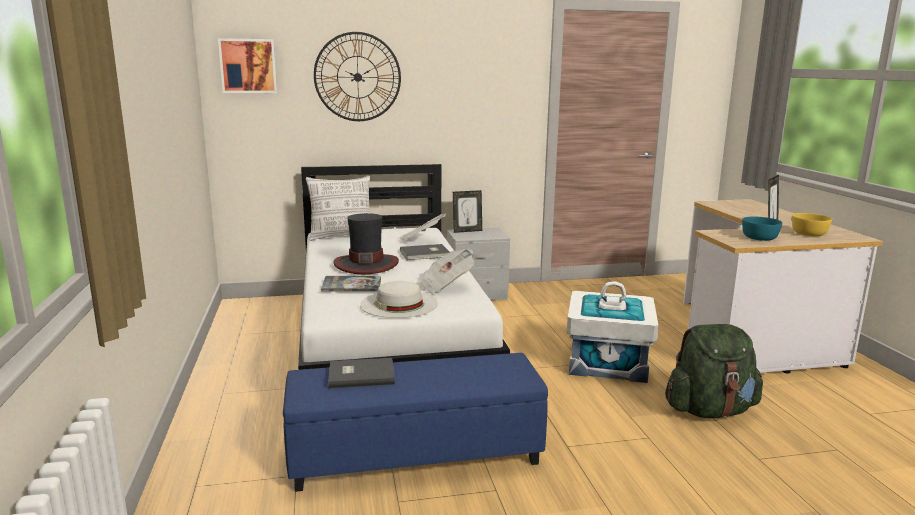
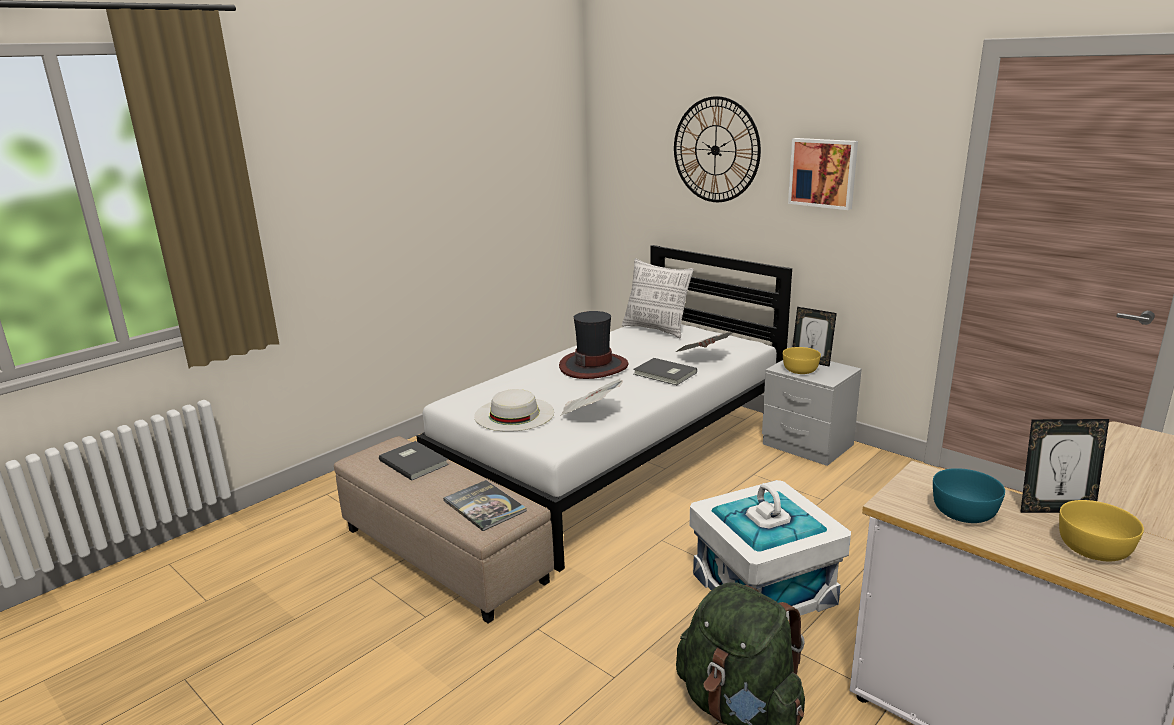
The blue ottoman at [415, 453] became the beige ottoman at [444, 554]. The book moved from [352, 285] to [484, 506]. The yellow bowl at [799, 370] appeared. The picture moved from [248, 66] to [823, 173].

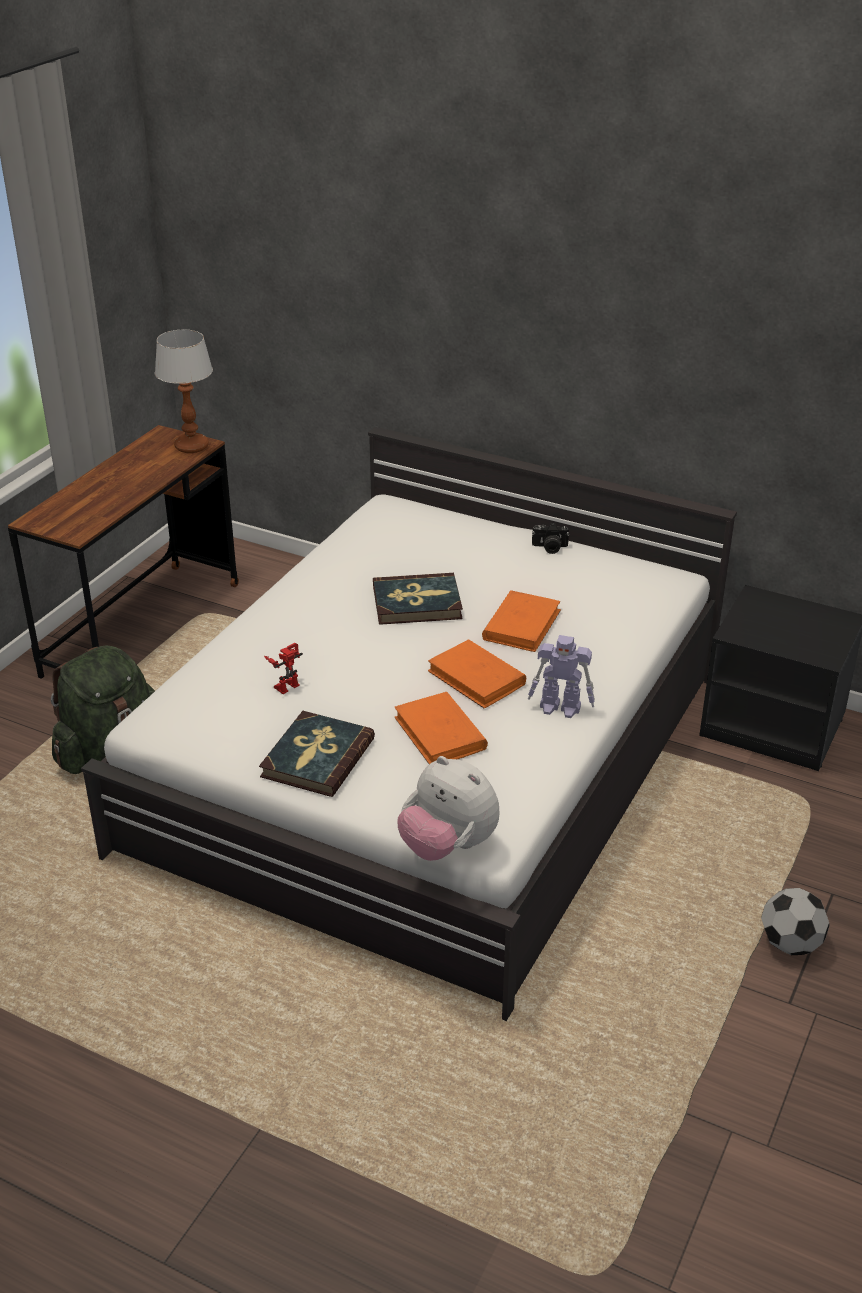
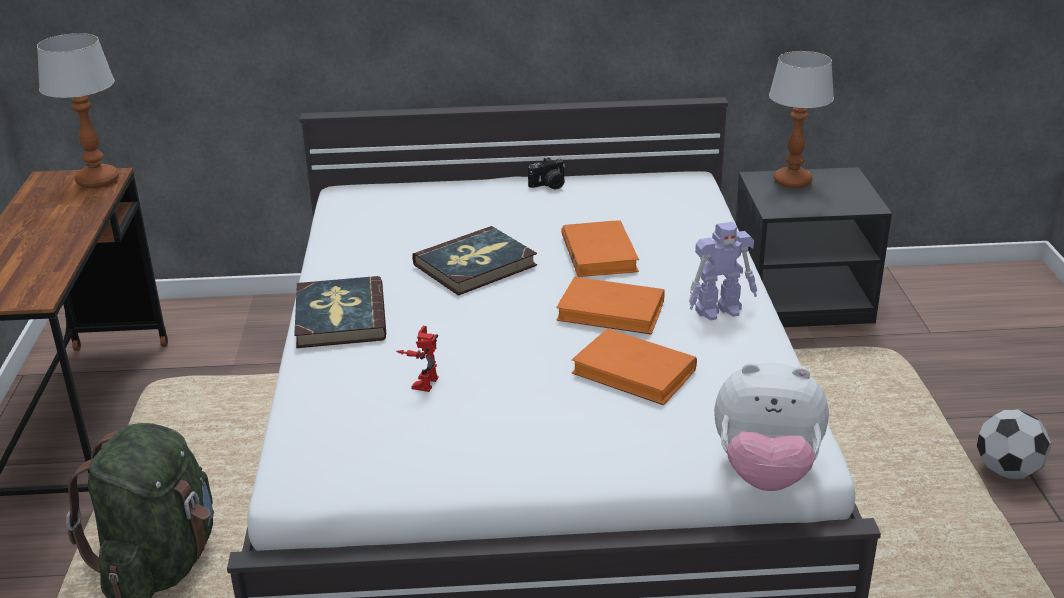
The book moved from [317, 758] to [339, 317]. The table lamp at [792, 182] appeared.

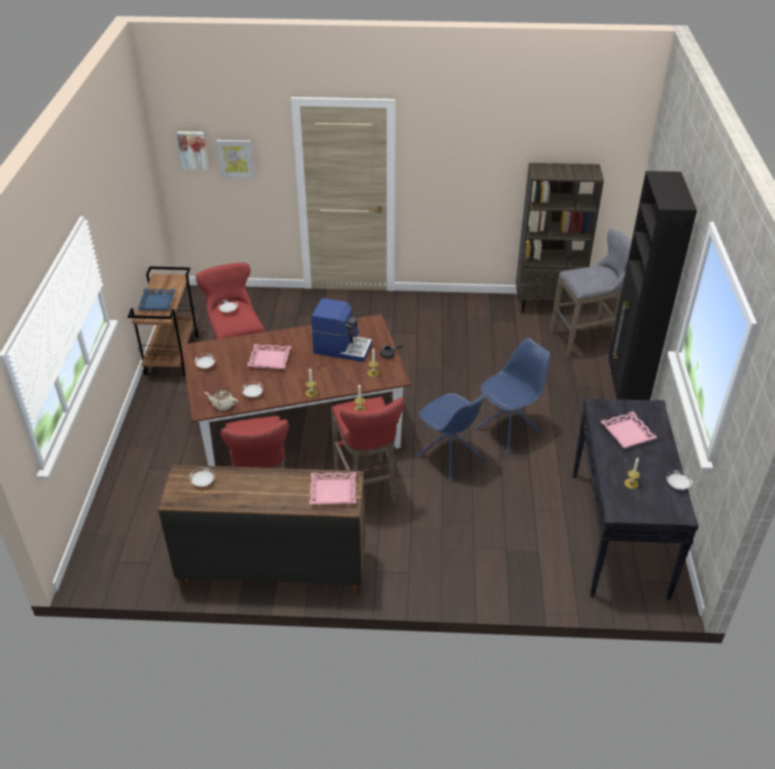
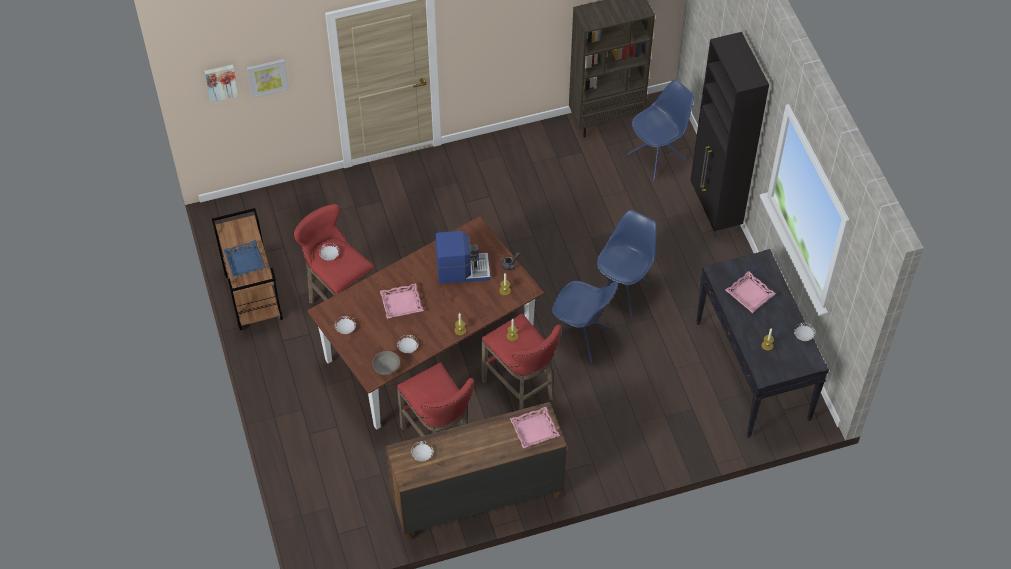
The beige teapot at [222, 405] was replaced by the grey bowl at [387, 368]. The grey stool at [585, 340] was replaced by the blue chair at [658, 157].

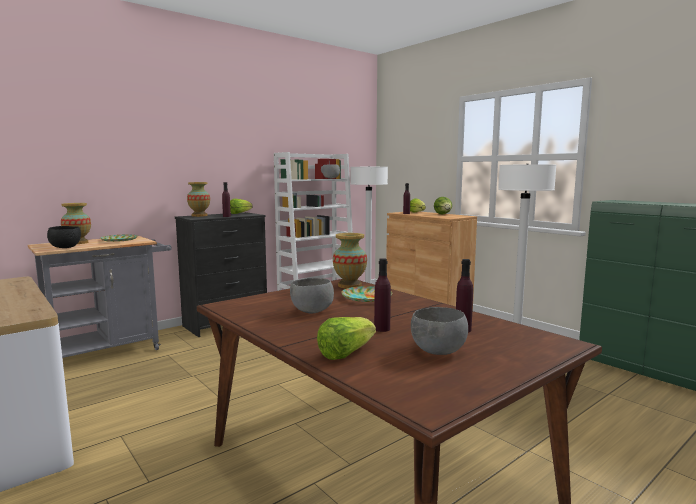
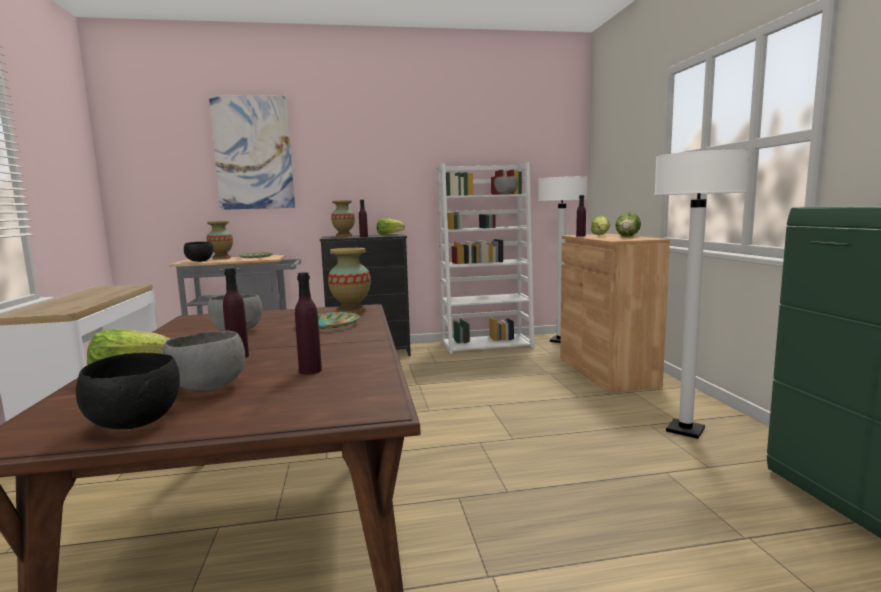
The black bowl at [137, 423] appeared. The picture at [253, 153] appeared.

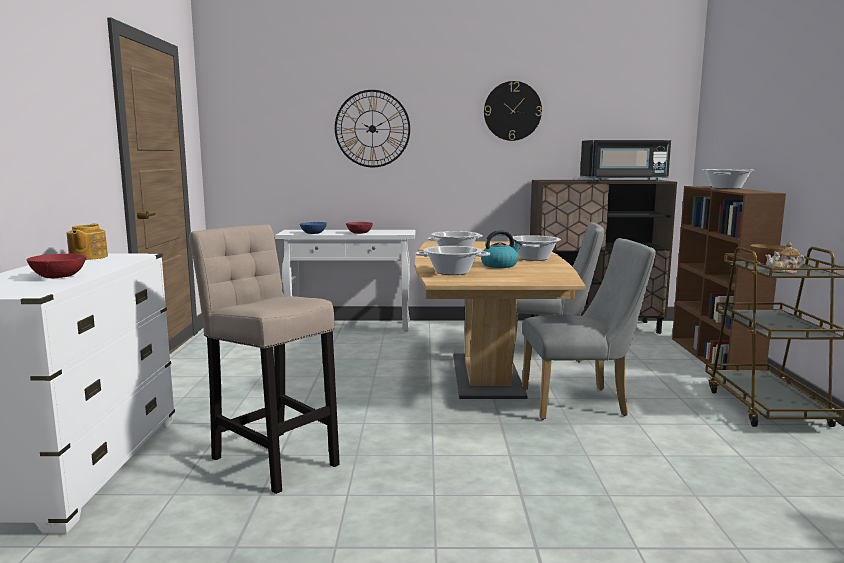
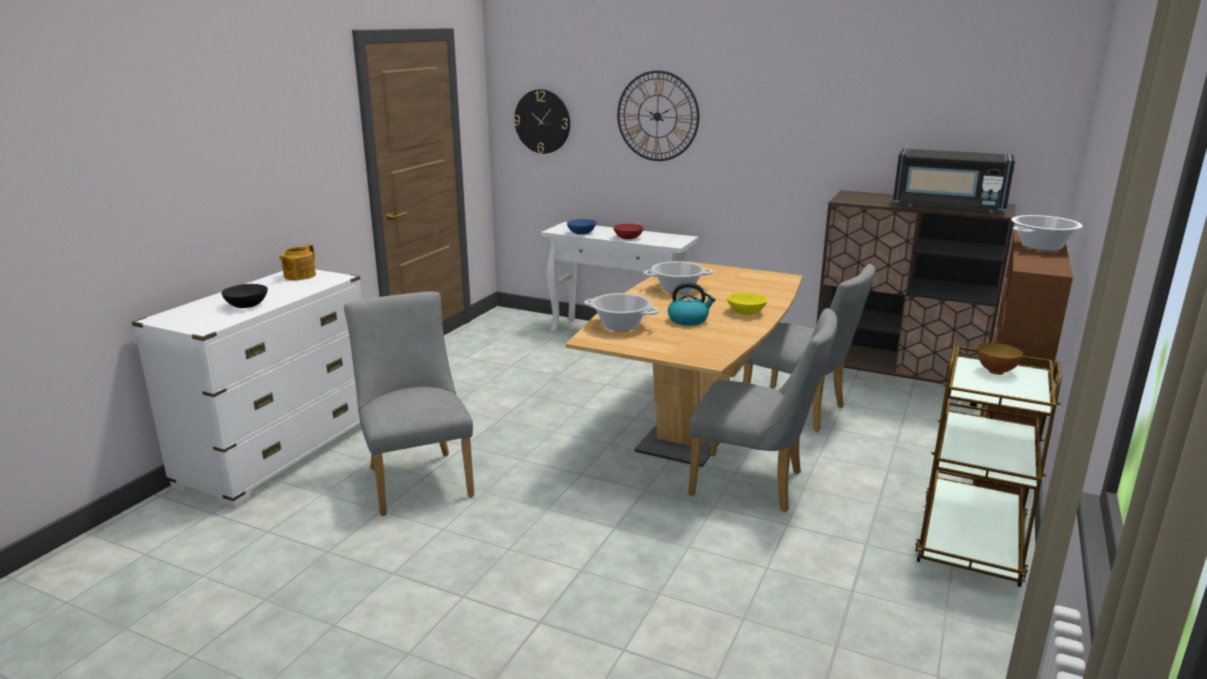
The red bowl at [58, 276] became the black bowl at [246, 305]. The beige stool at [272, 458] was replaced by the grey chair at [417, 478]. The wall clock moved from [512, 111] to [542, 121]. The cooking pot at [533, 258] was replaced by the yellow bowl at [746, 312]. The teapot at [783, 272] disappeared.

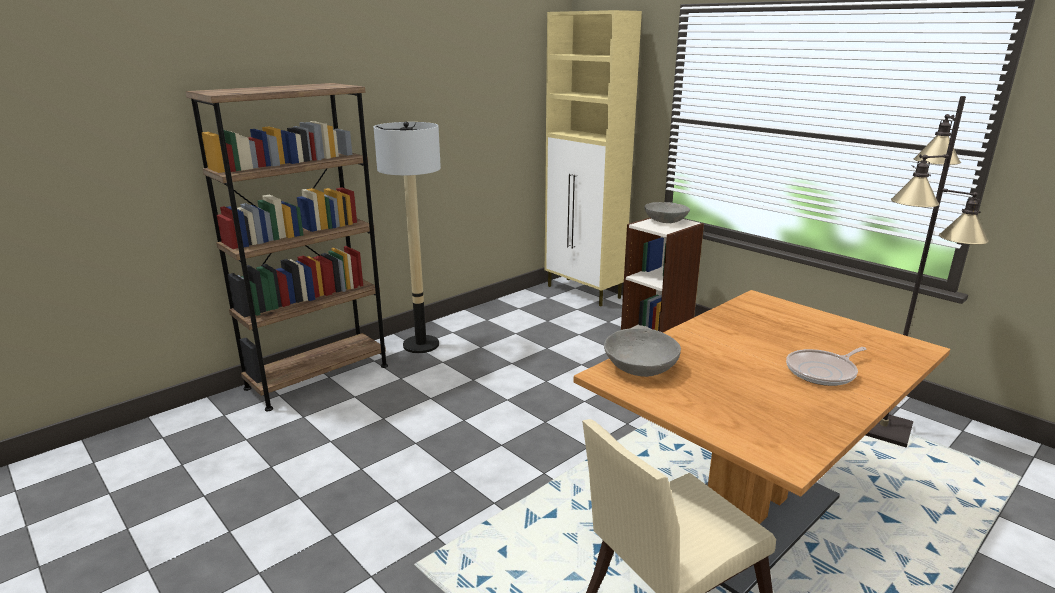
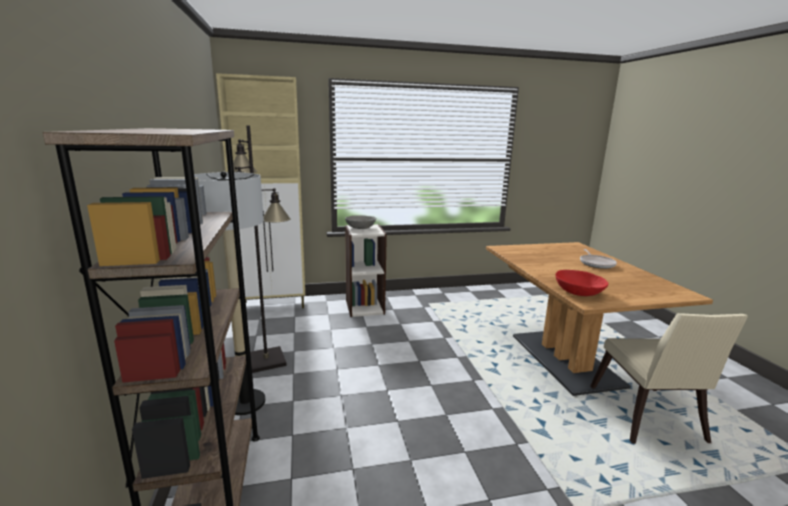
The black floor lamp moved from [883, 429] to [266, 360]. The grey bowl at [640, 367] became the red bowl at [578, 292].

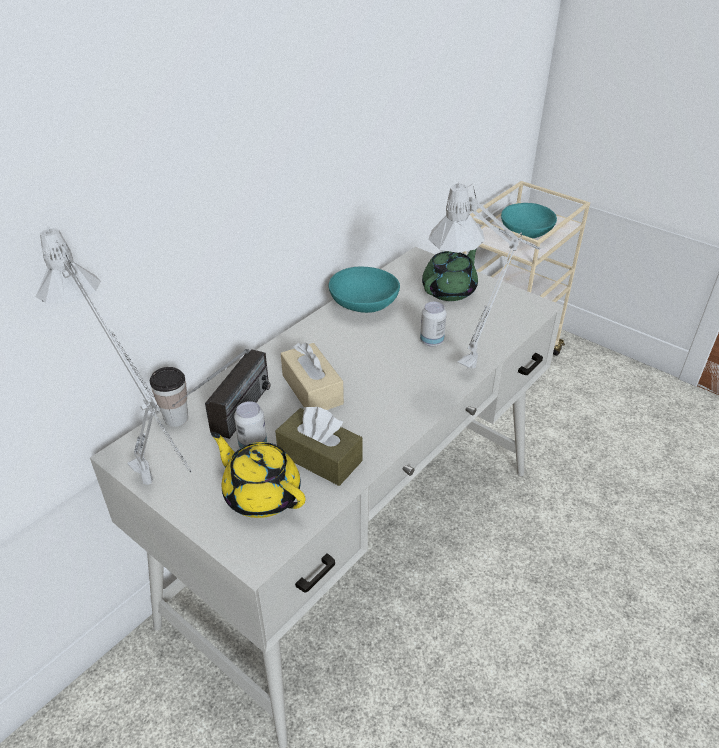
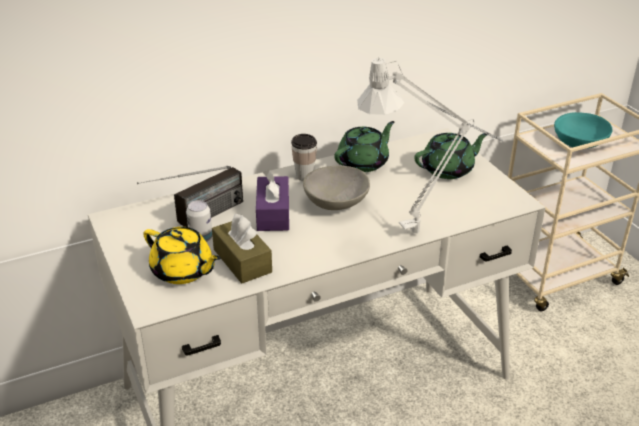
The yellow teapot at [261, 494] turned 150 degrees clockwise. The beige tissue box at [312, 389] became the purple tissue box at [273, 213]. The cup moved from [176, 418] to [304, 176]. The grey bowl at [335, 202] appeared. The turquoise bowl at [363, 304] was replaced by the green teapot at [364, 163]. The grey table lamp at [156, 492] disappeared. The can at [431, 341] disappeared.

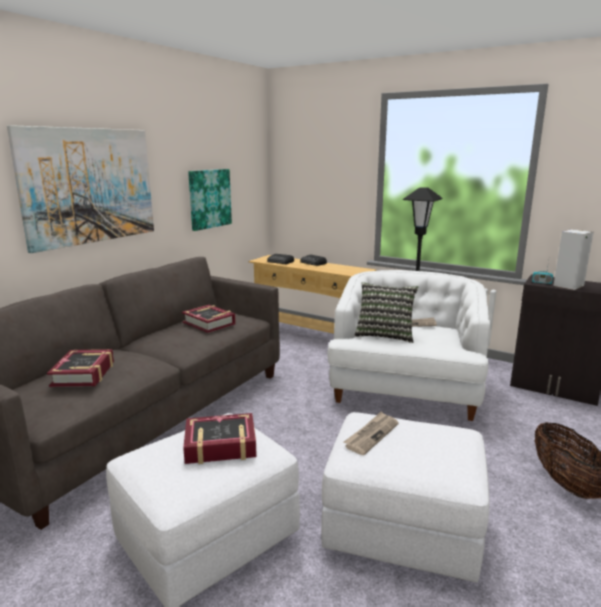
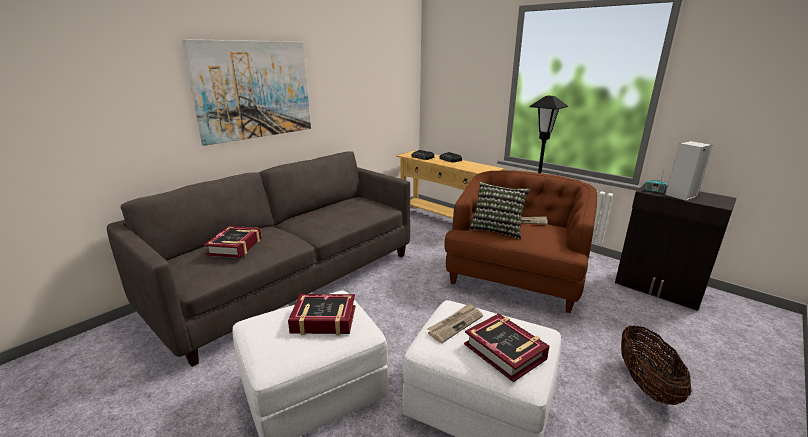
The white armchair at [405, 388] became the brown armchair at [515, 277]. The book moved from [209, 323] to [505, 351]. The picture at [209, 198] disappeared.

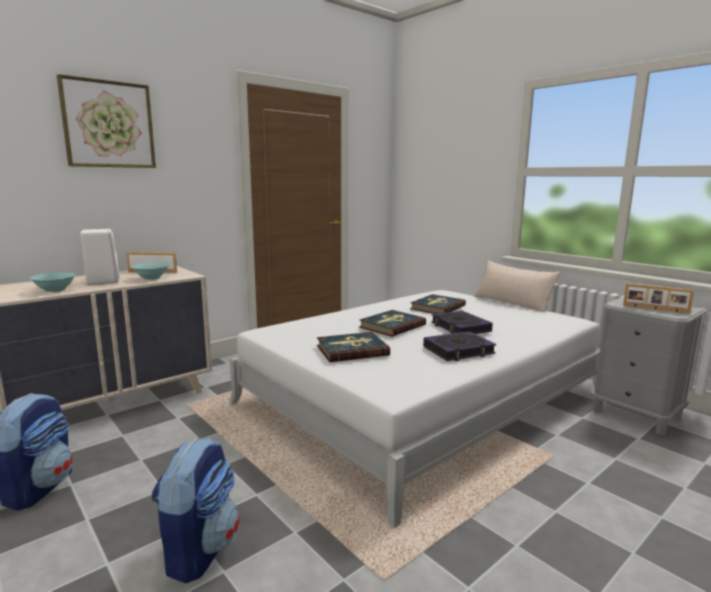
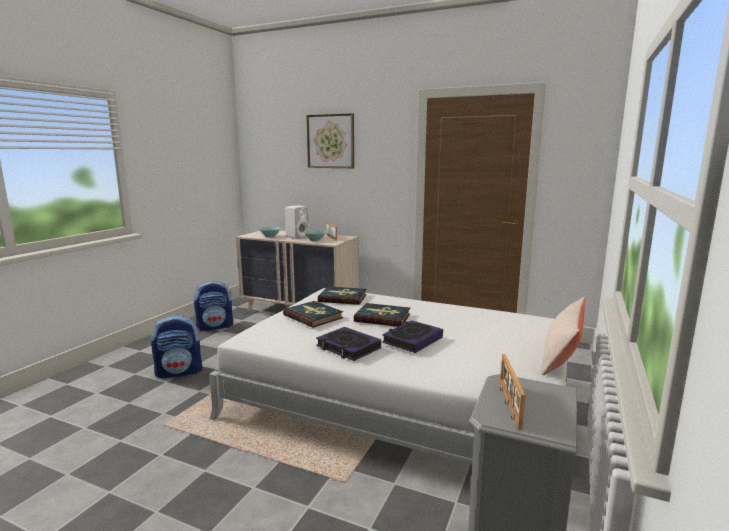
The book moved from [437, 307] to [343, 298].

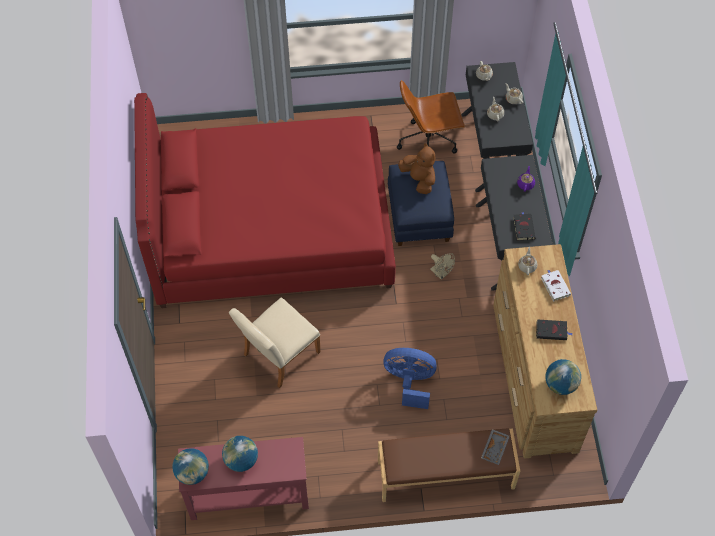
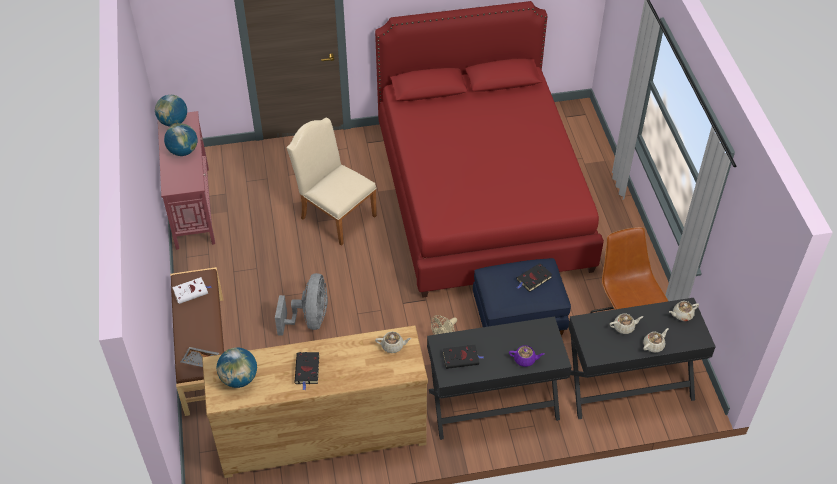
The white book moved from [554, 286] to [191, 291]. The blue fan at [410, 382] became the grey fan at [309, 319]. The brown plush toy at [419, 179] was replaced by the black book at [533, 279].

